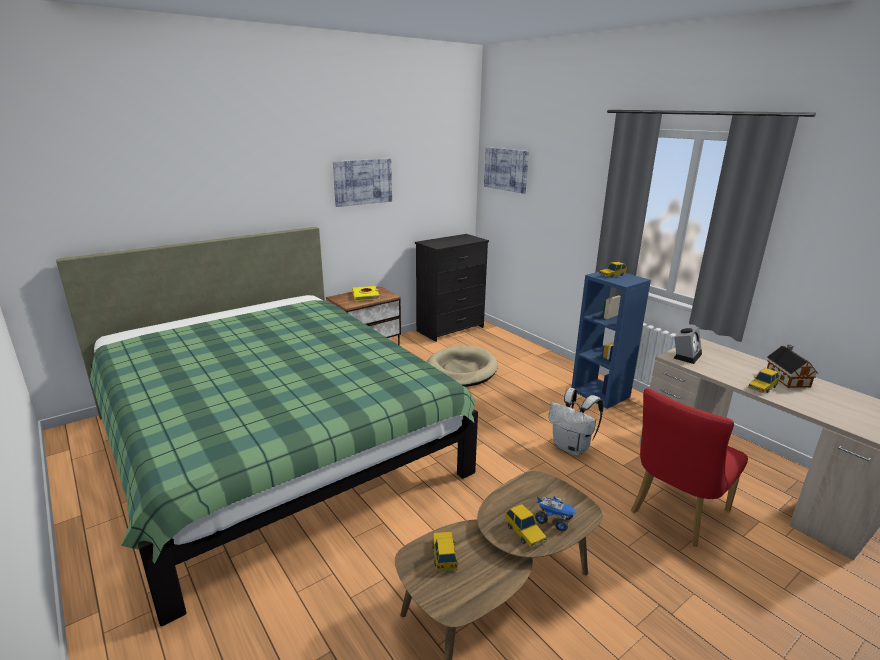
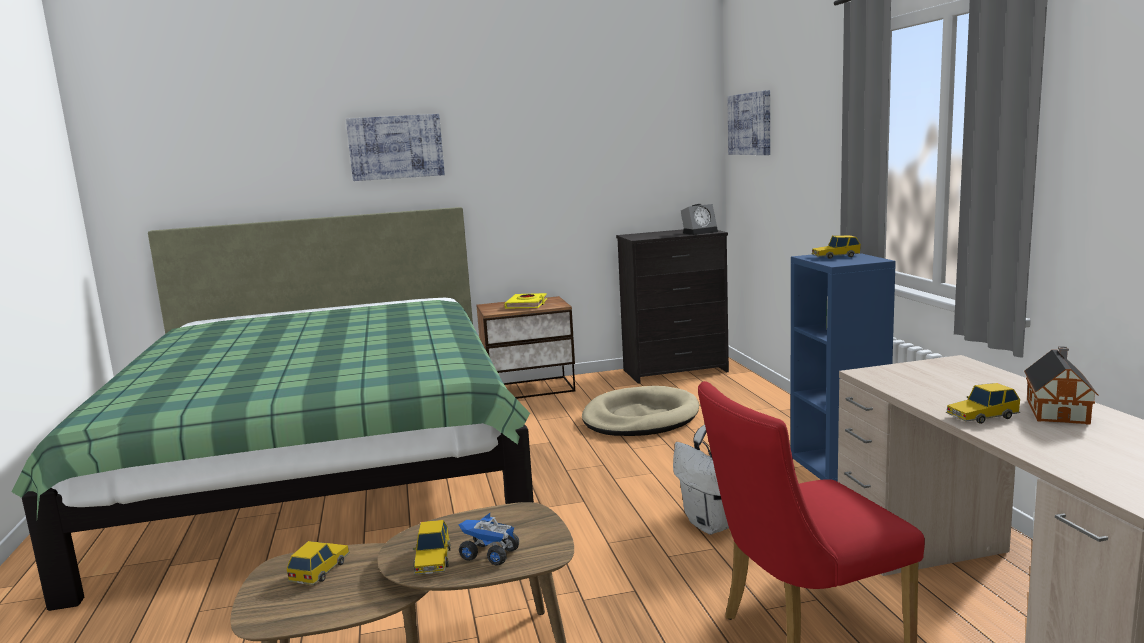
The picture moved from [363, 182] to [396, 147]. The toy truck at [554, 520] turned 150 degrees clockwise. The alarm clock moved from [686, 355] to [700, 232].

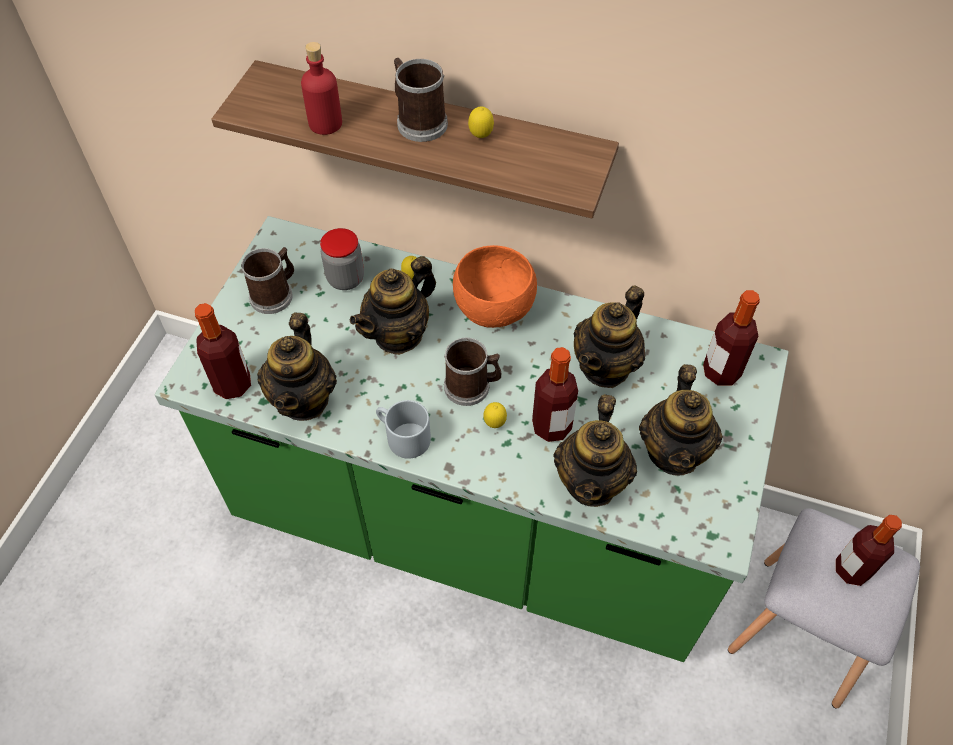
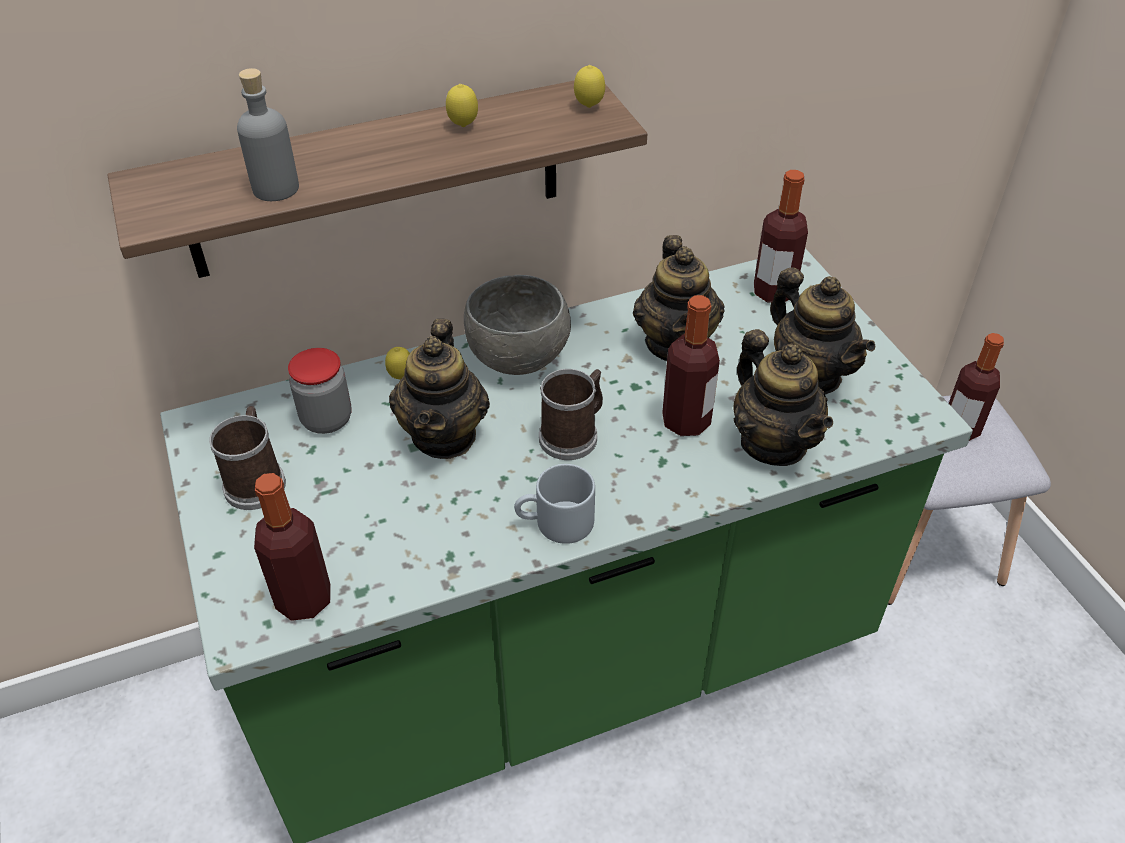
The red bottle at [325, 123] became the grey bottle at [276, 188]. The orange bowl at [495, 309] became the grey bowl at [519, 357]. The lemon moved from [494, 424] to [589, 107]. The teapot at [304, 399] disappeared. The mug at [418, 121] disappeared.

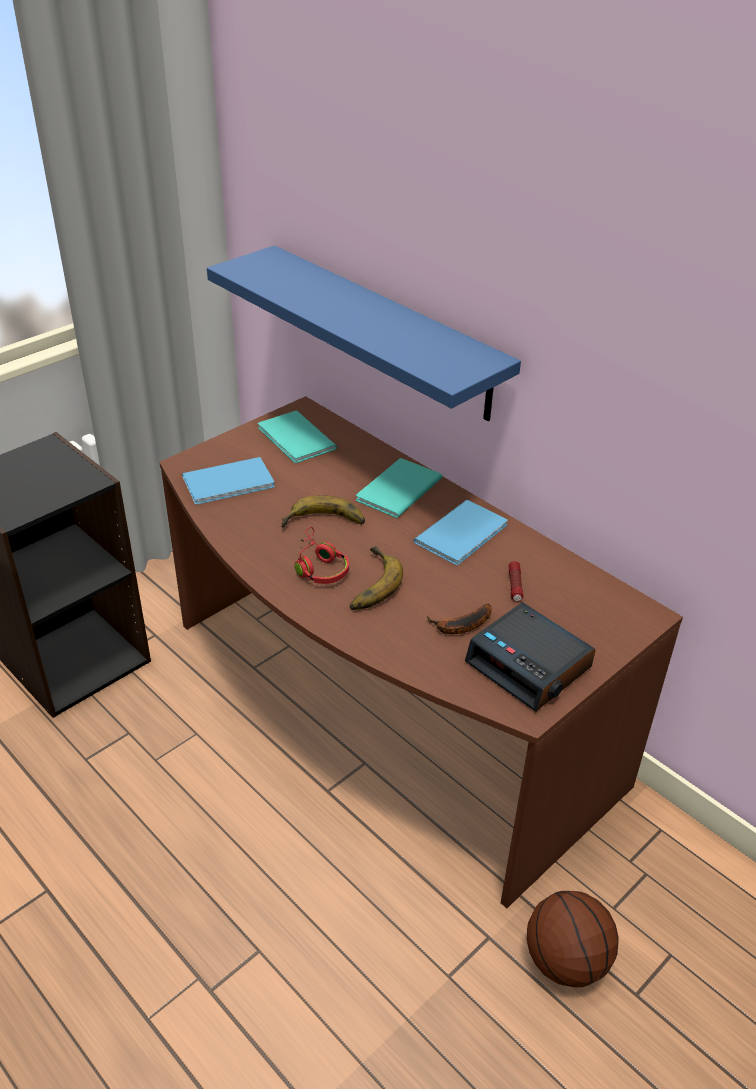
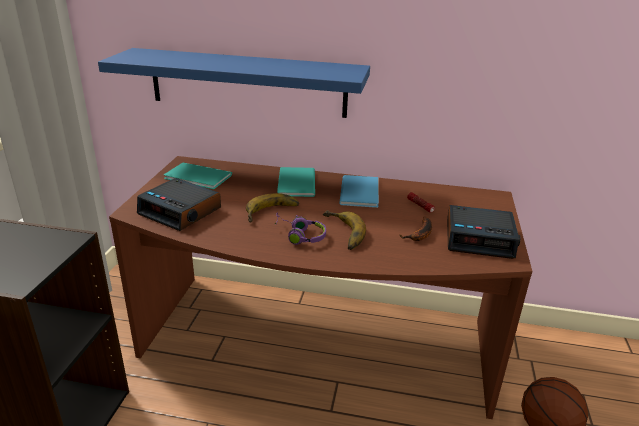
The blue book at [231, 483] was replaced by the alarm clock at [181, 211]. The red headphones at [319, 566] became the purple headphones at [299, 235].

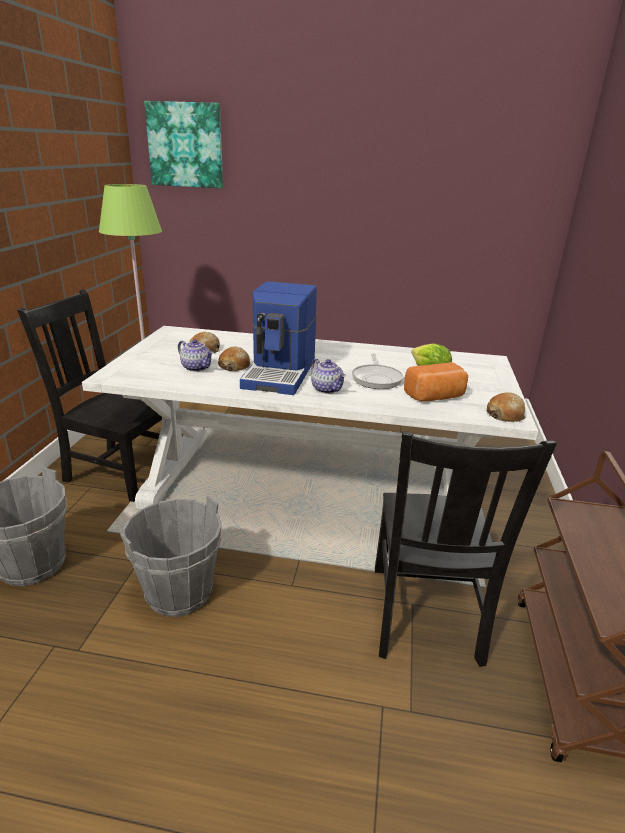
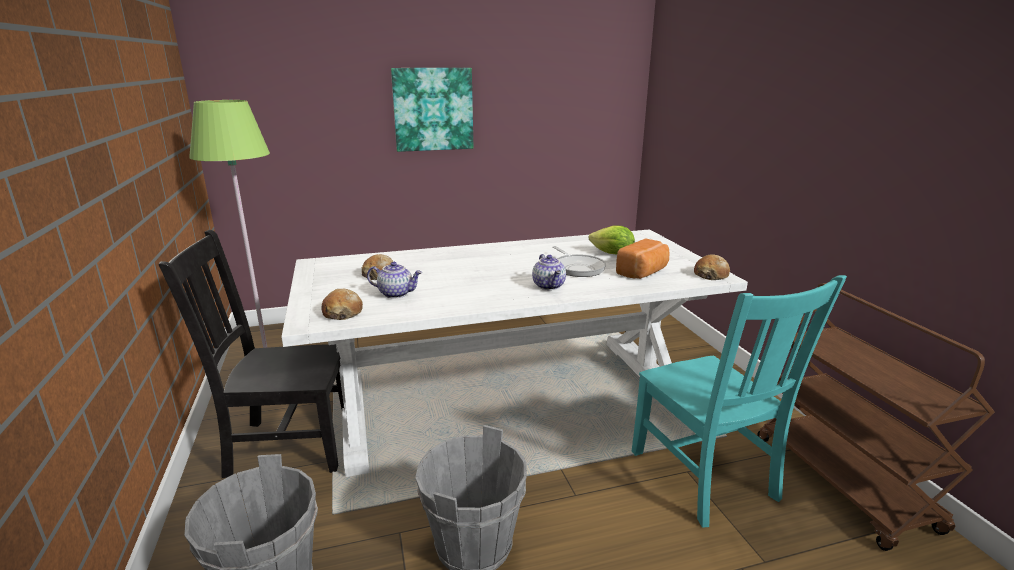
The bread moved from [234, 366] to [342, 312]. The picture moved from [185, 145] to [433, 109]. The teapot at [327, 389] turned 45 degrees clockwise. The black chair at [425, 616] became the turquoise chair at [705, 478]. The coffee machine at [281, 374] disappeared.

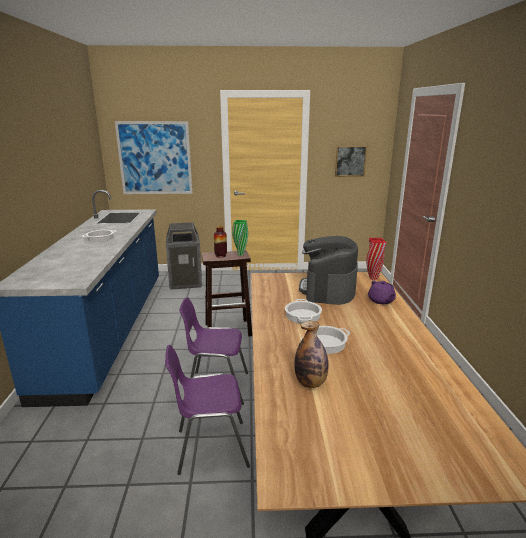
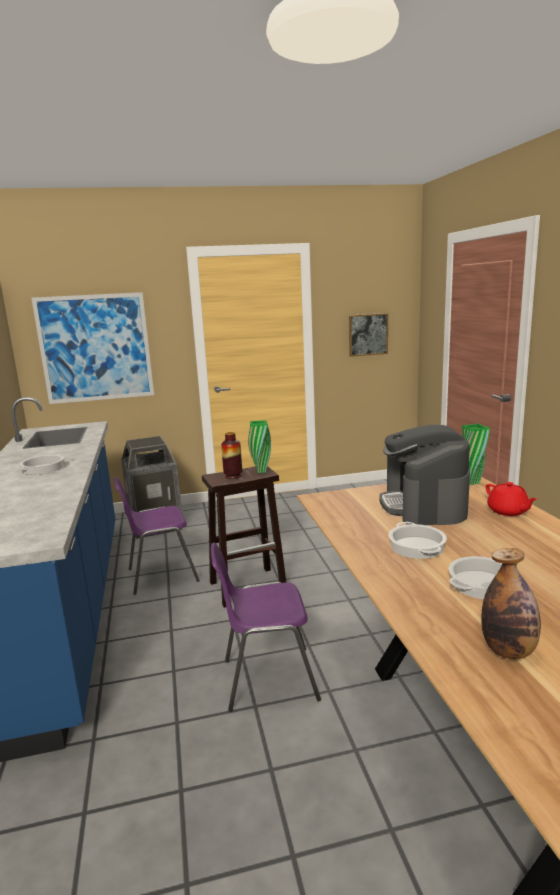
The purple chair moved from [210, 447] to [160, 575]. The red vase at [373, 278] became the green vase at [472, 482]. The purple teapot at [381, 301] became the red teapot at [508, 511].

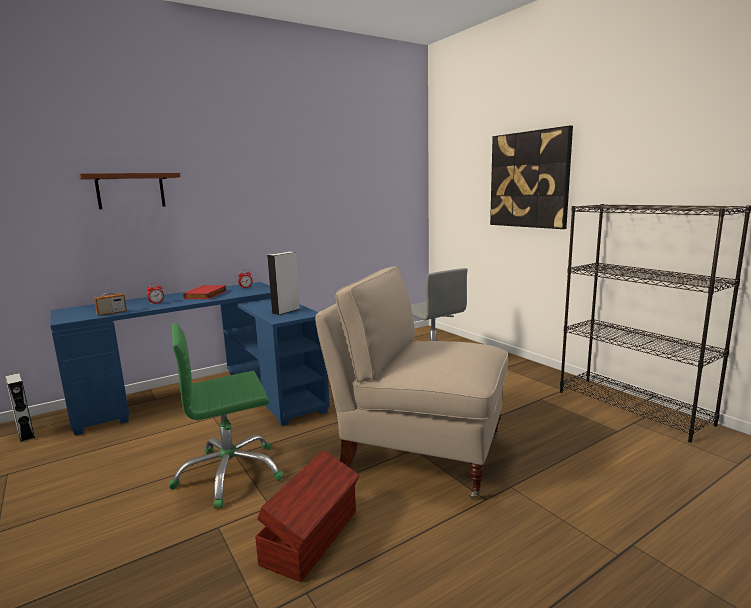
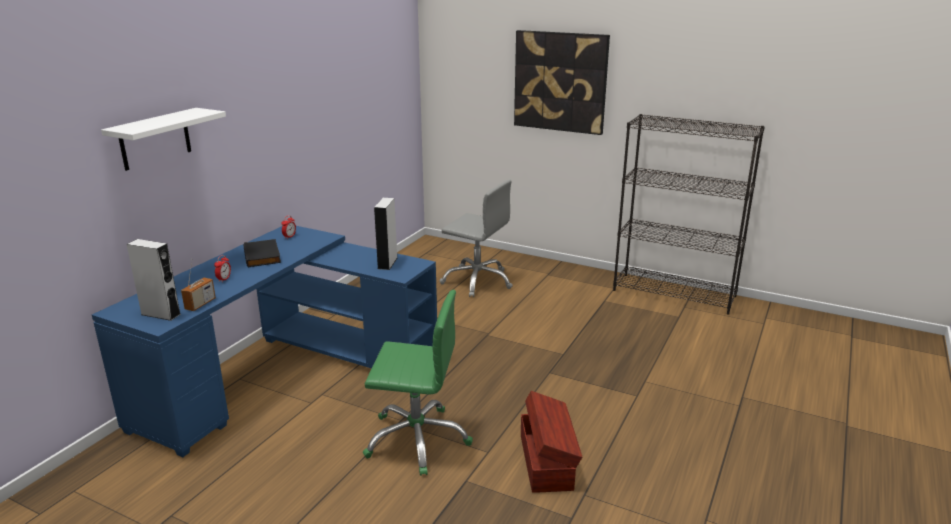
The brown shelf at [130, 191] became the white shelf at [155, 139]. The grey speaker moved from [26, 434] to [161, 314]. The red book at [207, 295] became the black book at [263, 256]. The green office chair at [230, 473] turned 120 degrees counterclockwise. The beige chair at [419, 453] disappeared.

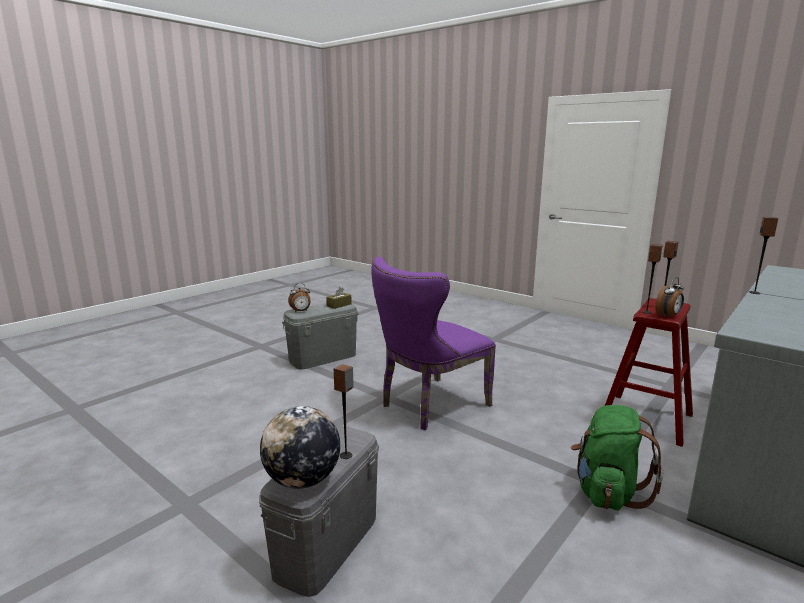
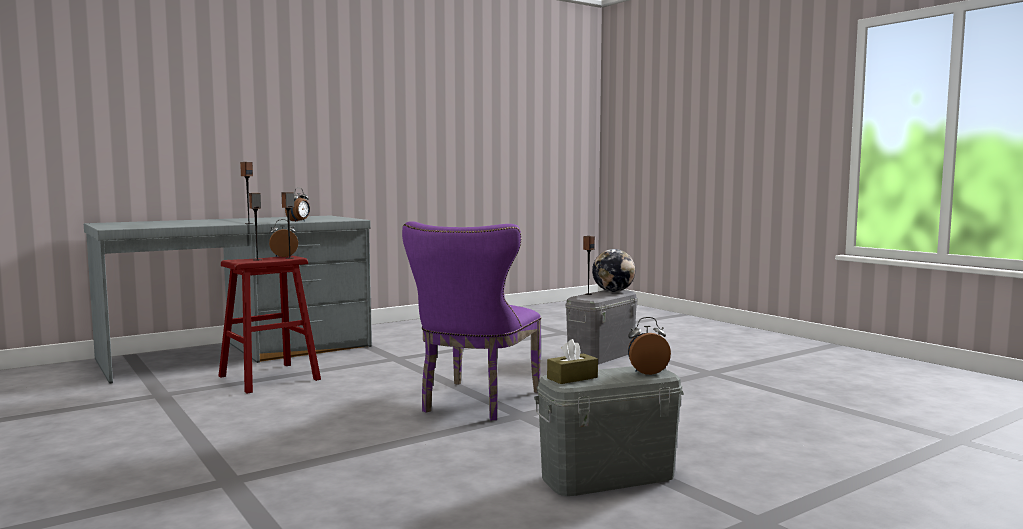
The alarm clock at [299, 221] appeared. The purple chair at [429, 406] turned 135 degrees clockwise. The green backpack at [607, 492] disappeared.

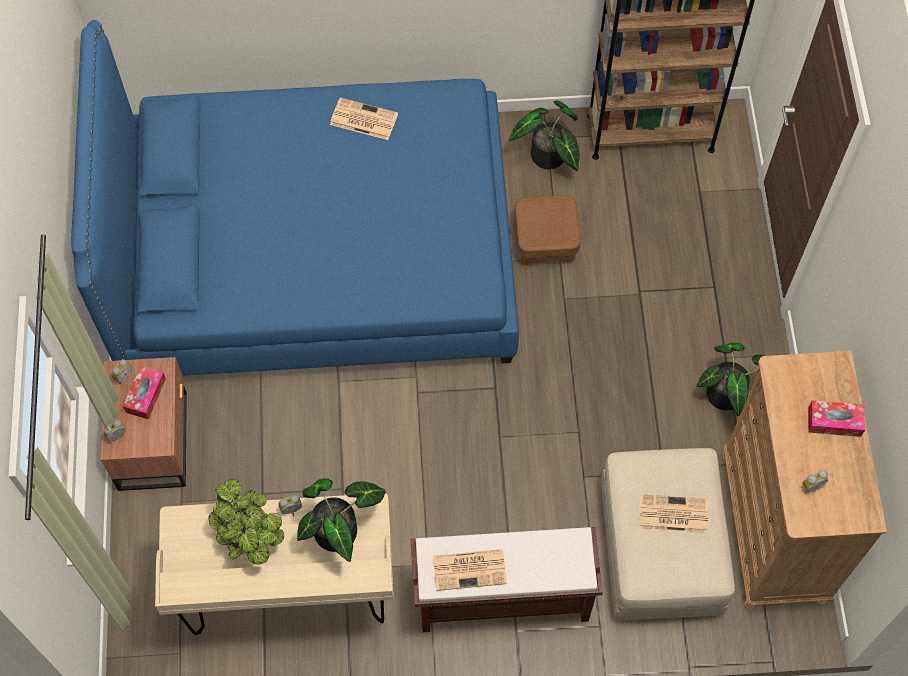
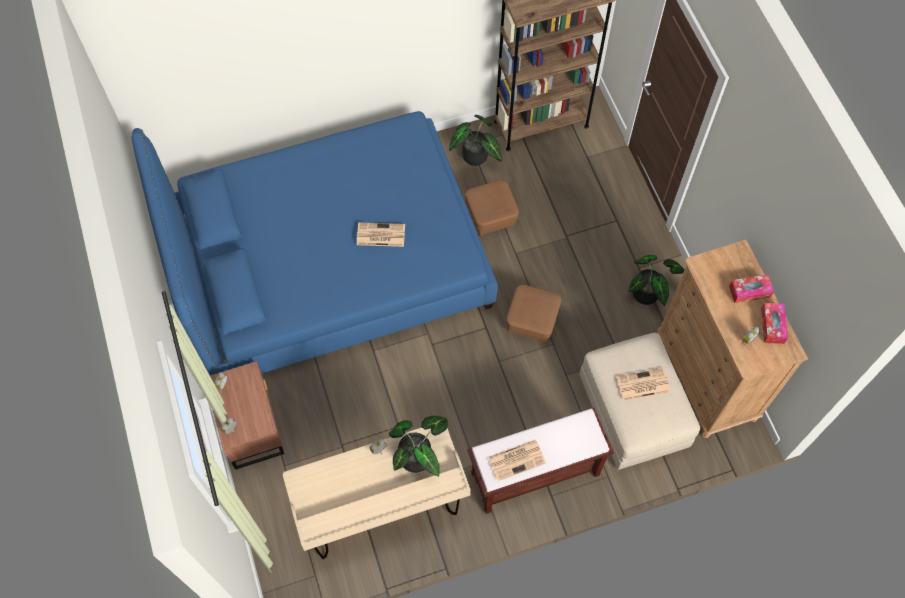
The newspaper moved from [362, 119] to [380, 235]. The brown ottoman at [531, 322] appeared. The tissue box moved from [146, 395] to [772, 325]. The potted plant at [251, 539] disappeared.

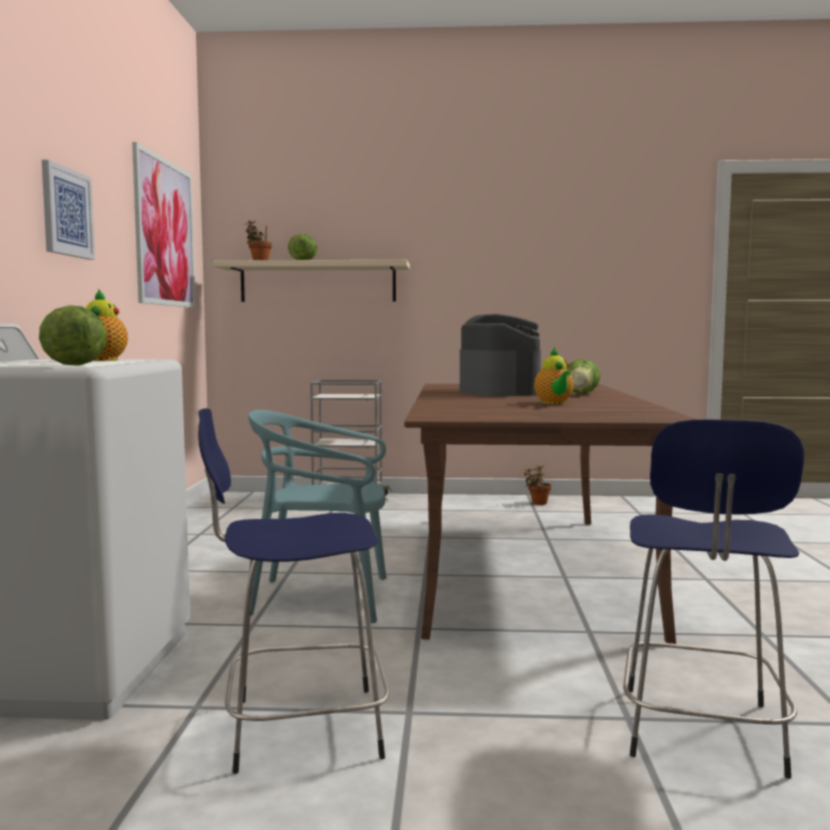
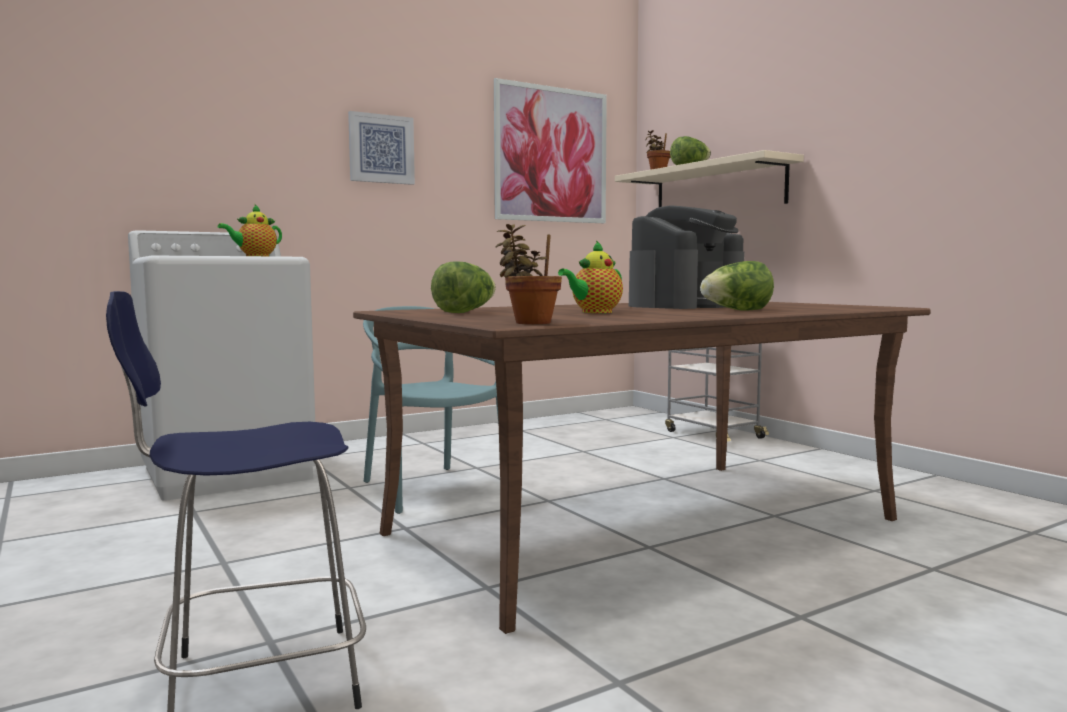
The lettuce moved from [74, 365] to [465, 312]. The potted plant moved from [538, 503] to [529, 323]. The blue stool at [299, 728] disappeared.

